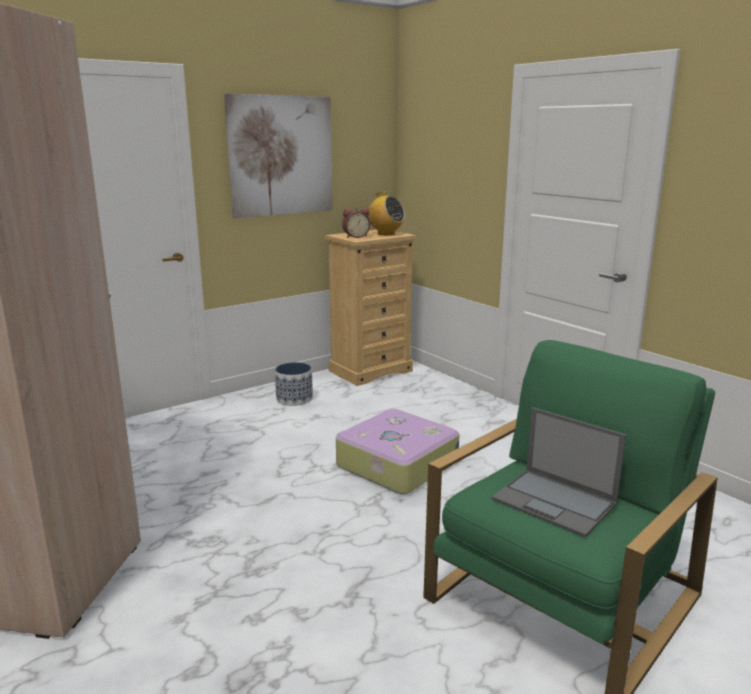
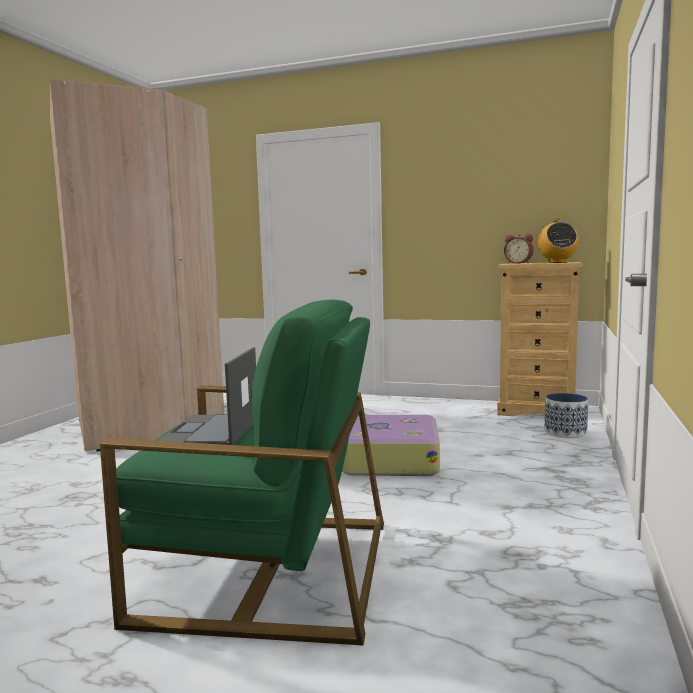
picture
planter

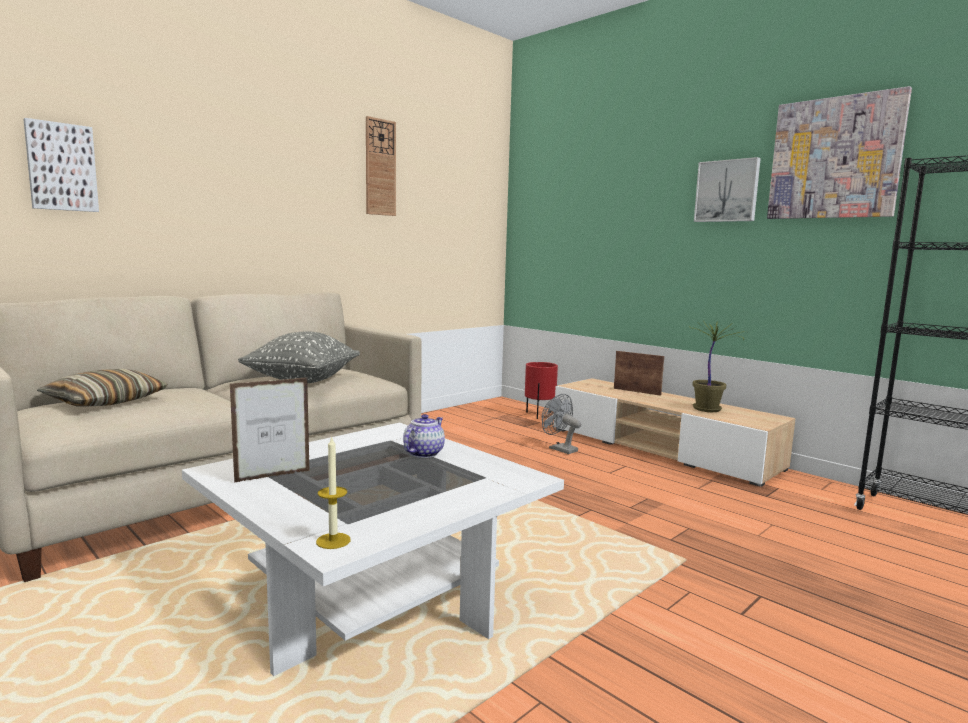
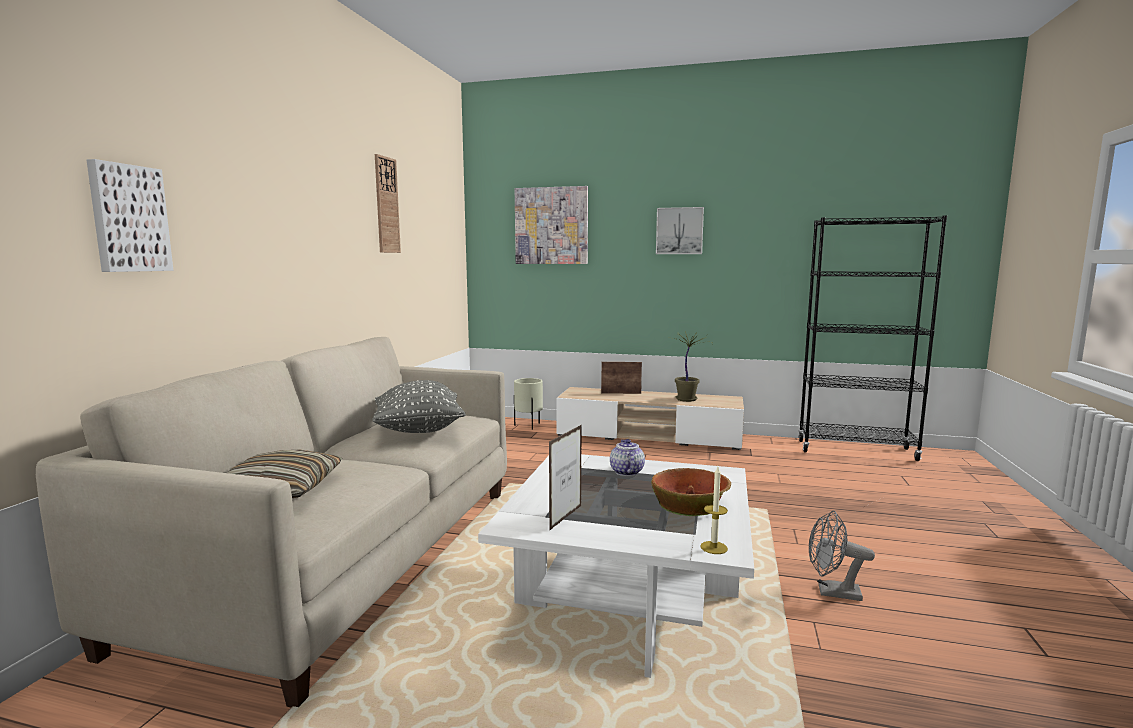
beige planter
grey fan
picture (no. 2 from left)
bowl

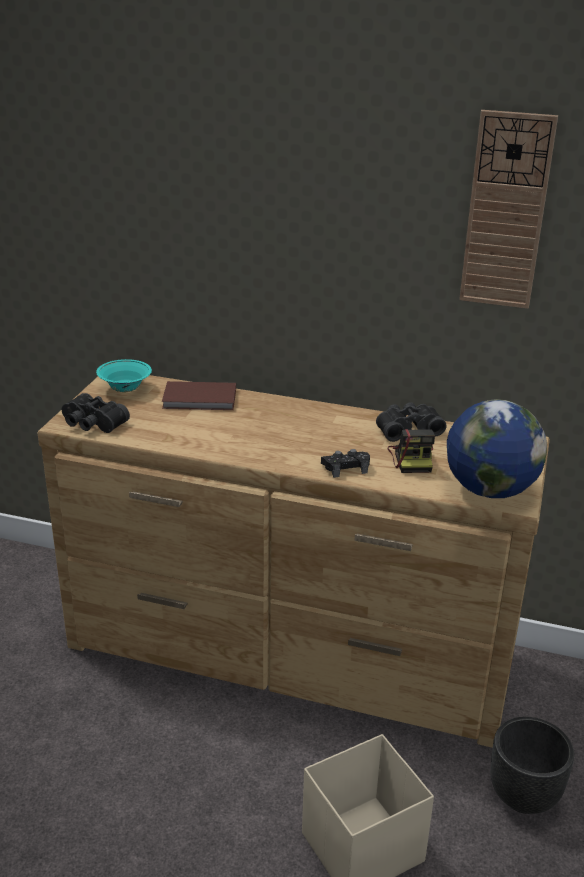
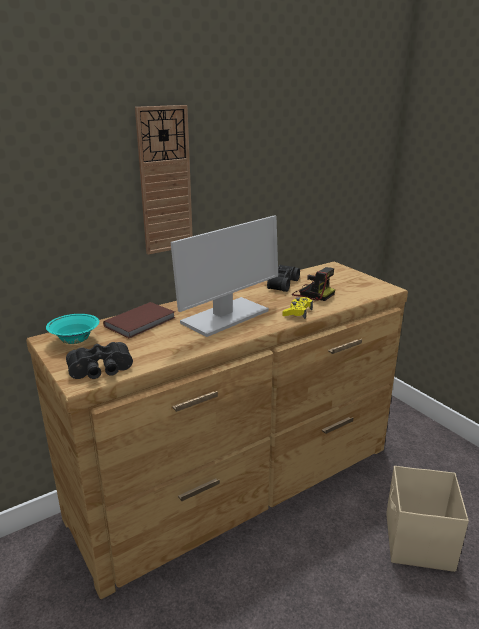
yellow game controller
globe
wall clock
black planter
monitor

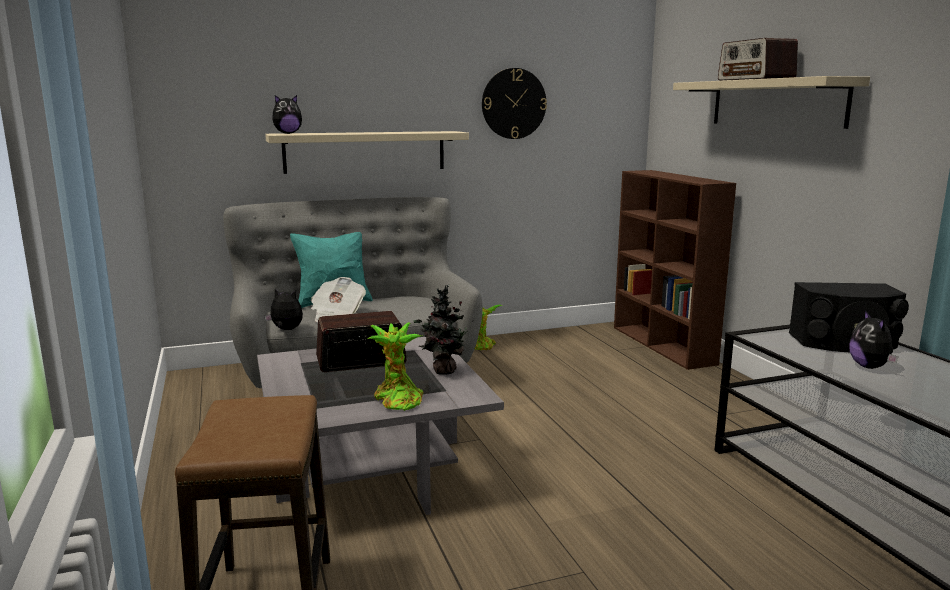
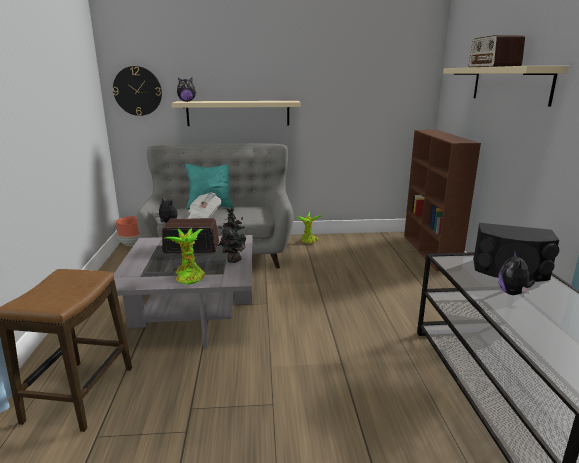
wall clock
brown planter

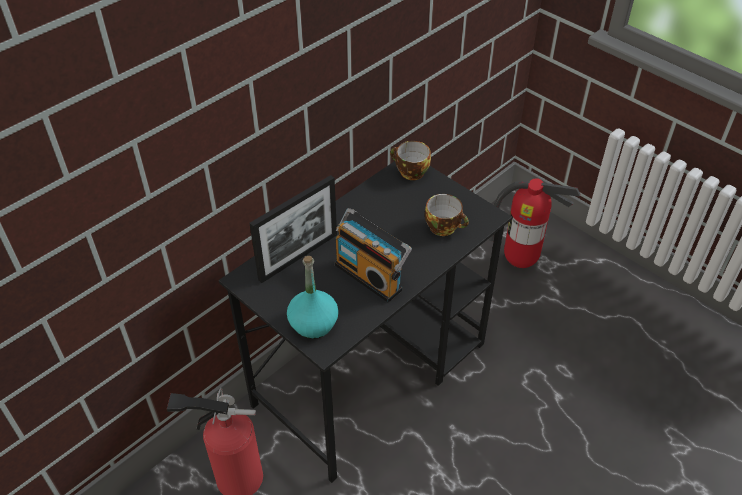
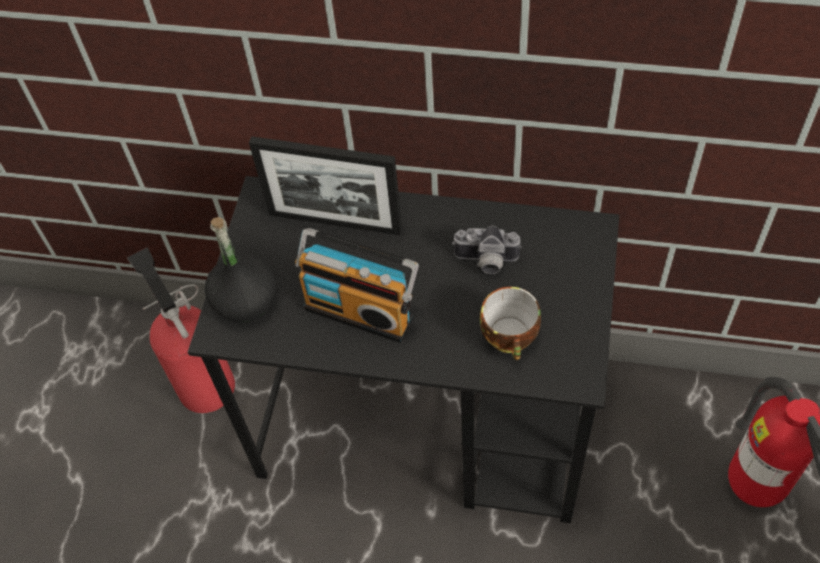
black bottle
radio
cup (no. 1 from left in the first image)
photo camera

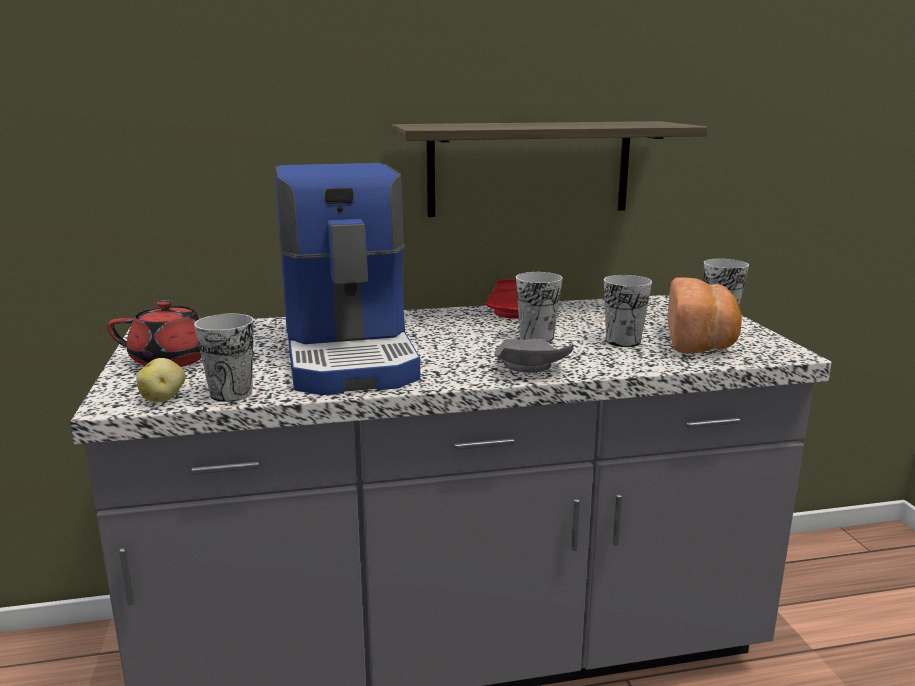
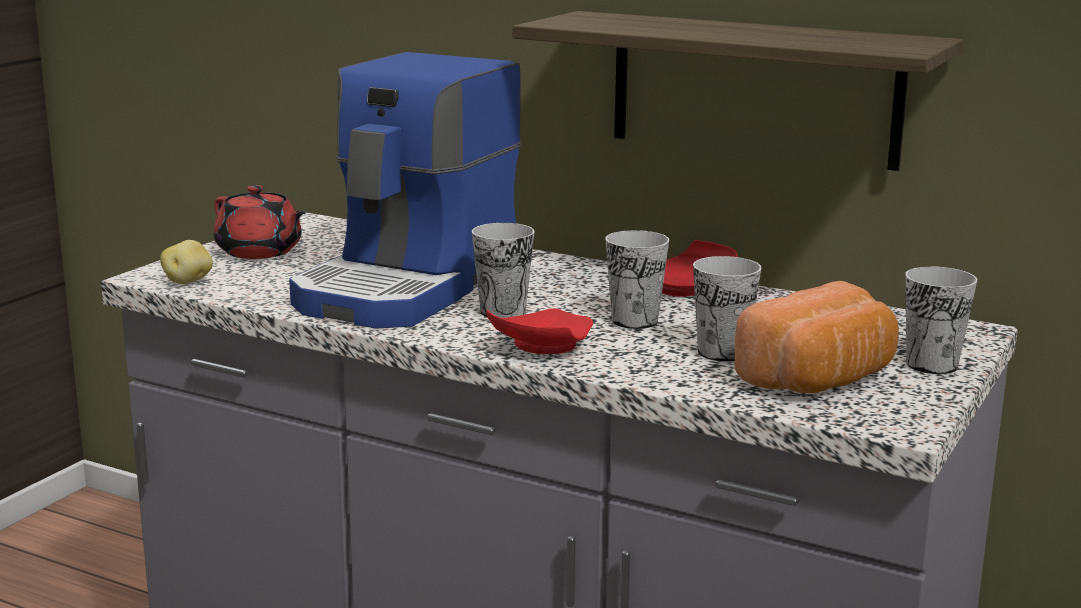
cup (no. 1 from left)
red plate (no. 1 from left)

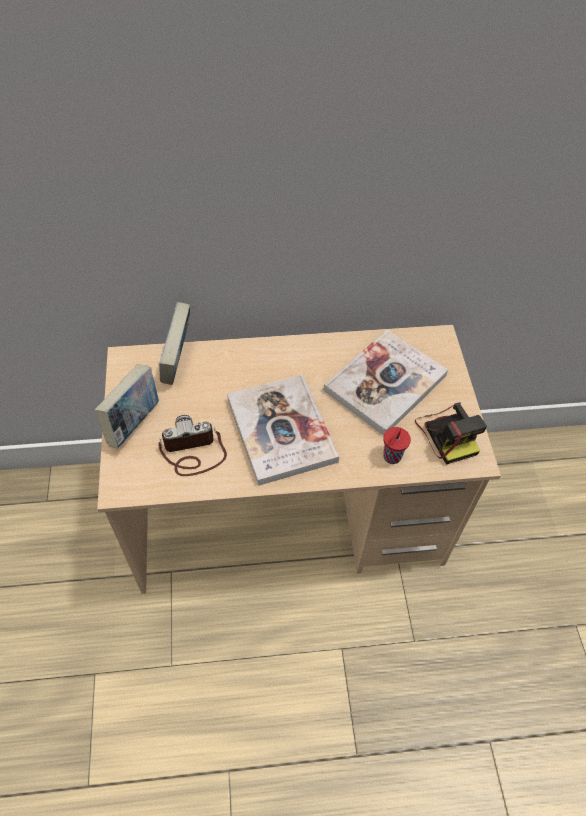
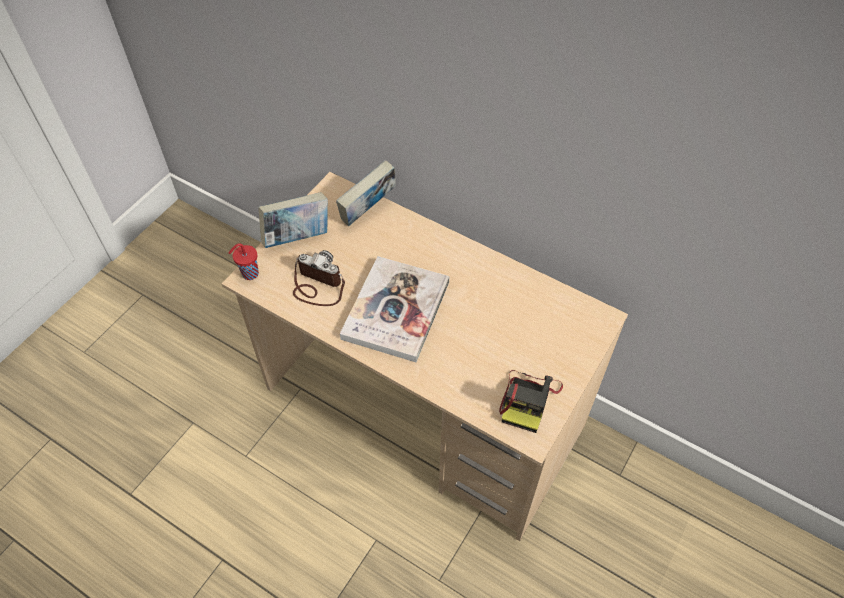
book (no. 4 from left in the first image)
red cup

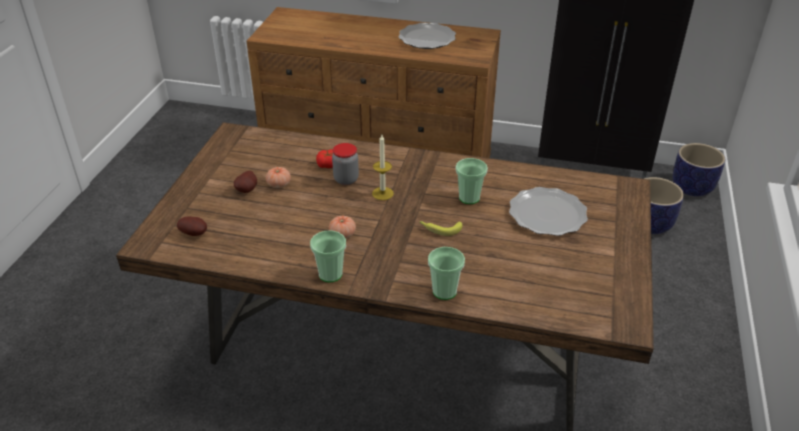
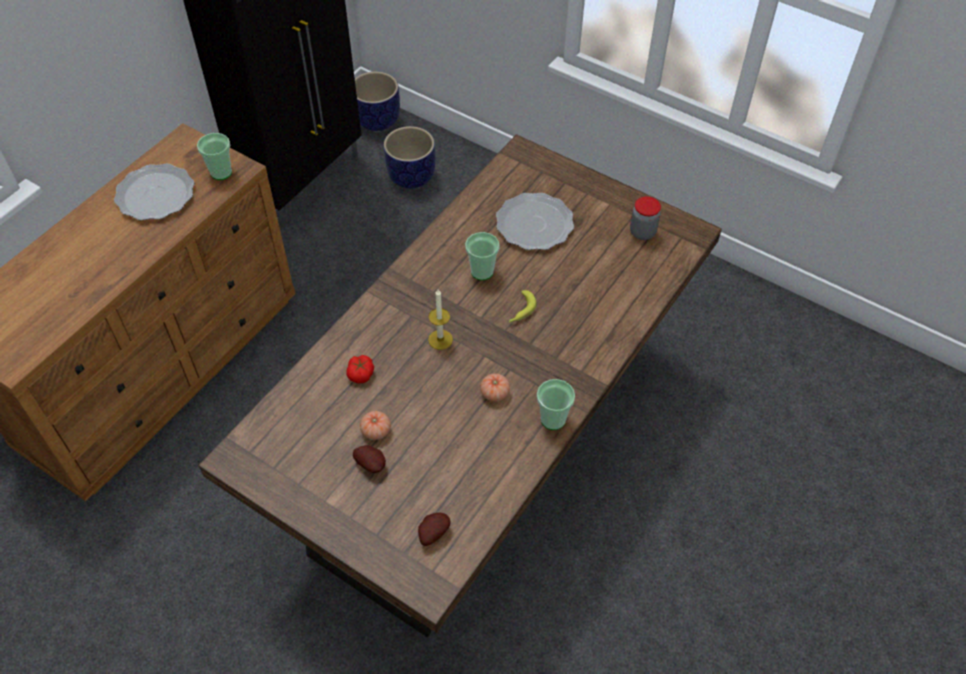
jar
cup (no. 1 from left)

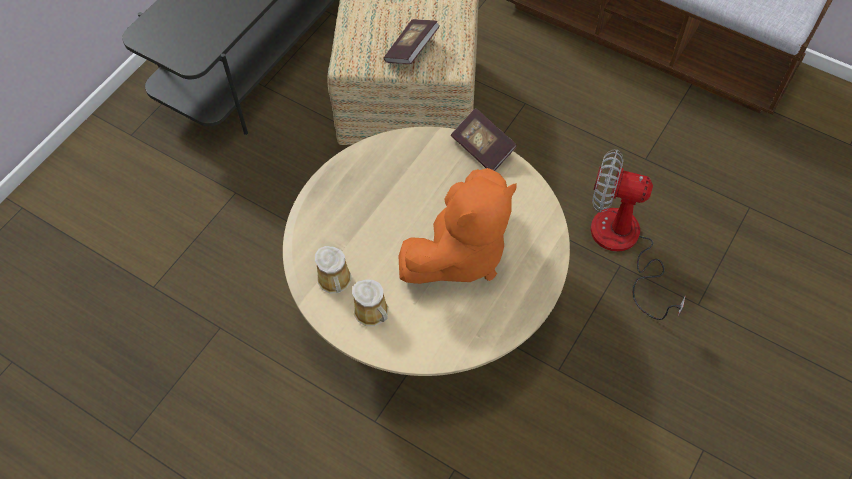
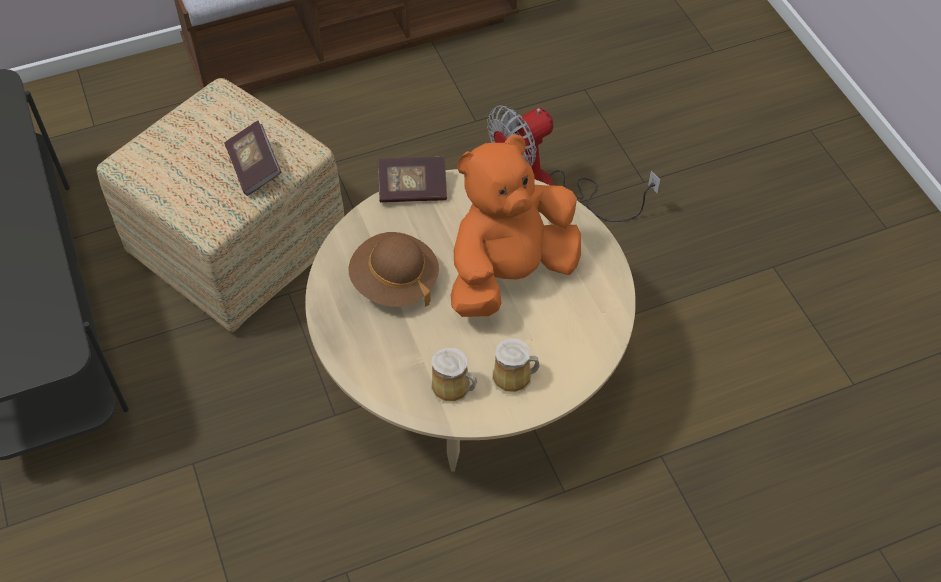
orange plush toy
brown hat

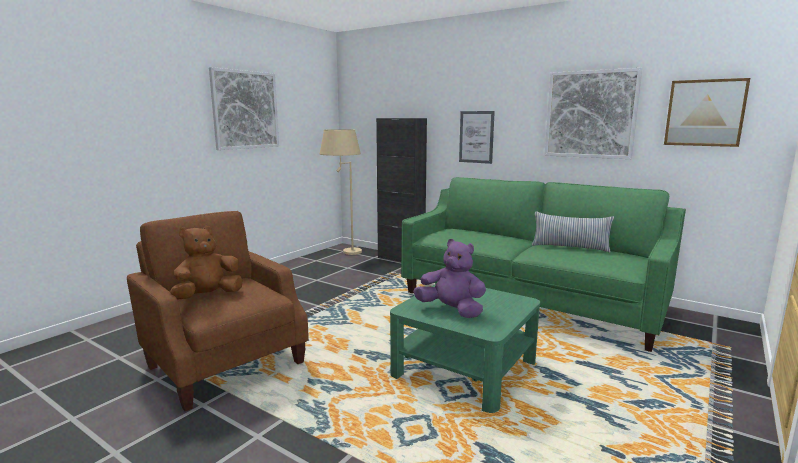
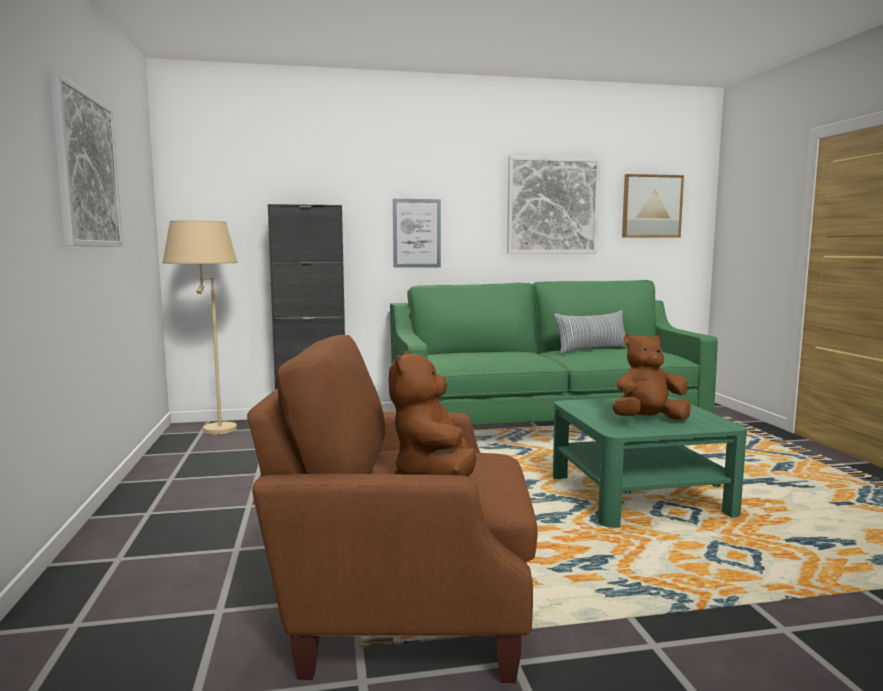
brown plush toy (no. 2 from left)

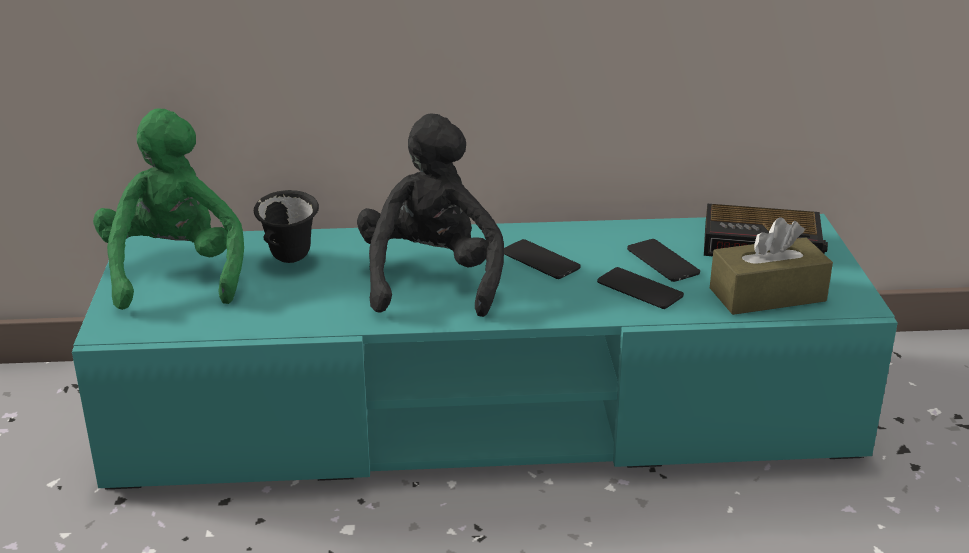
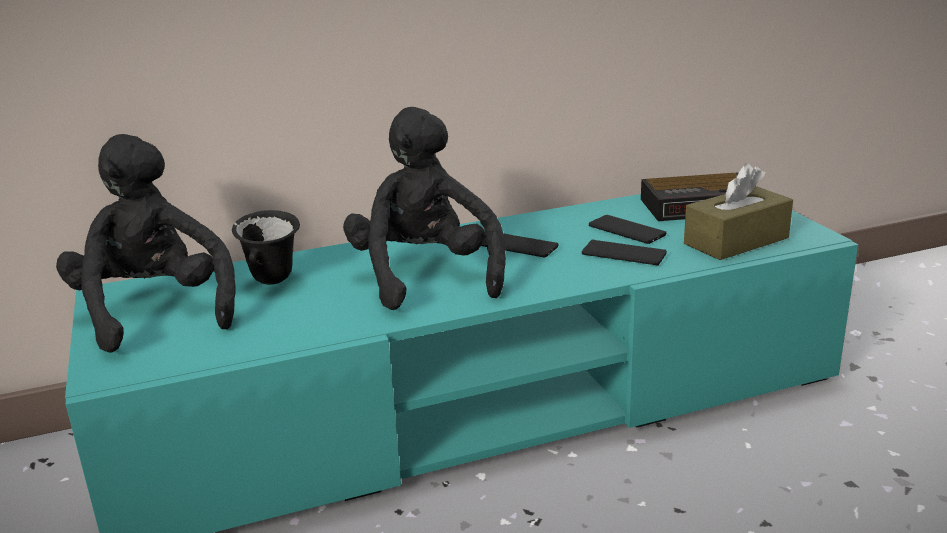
black plush toy (no. 1 from left)

